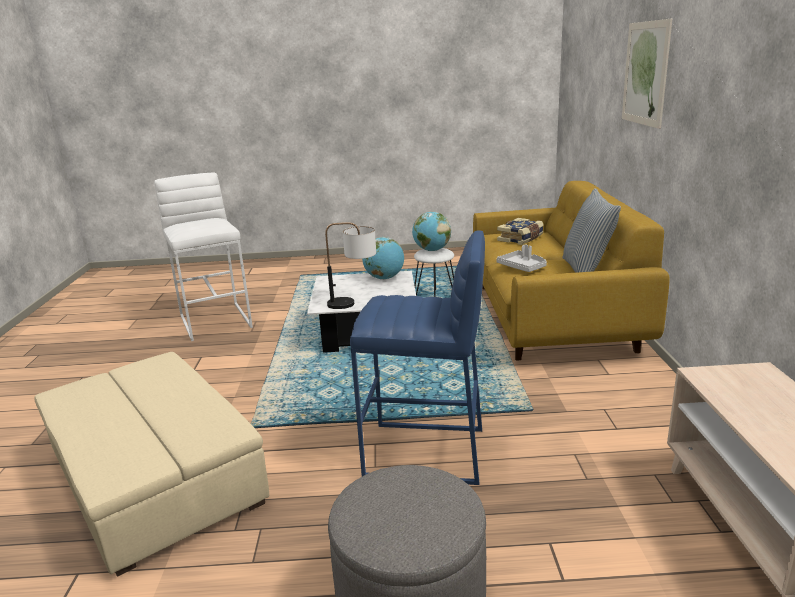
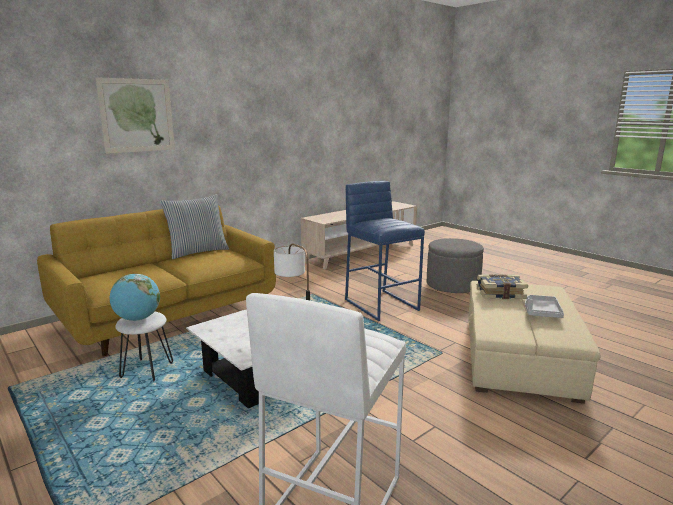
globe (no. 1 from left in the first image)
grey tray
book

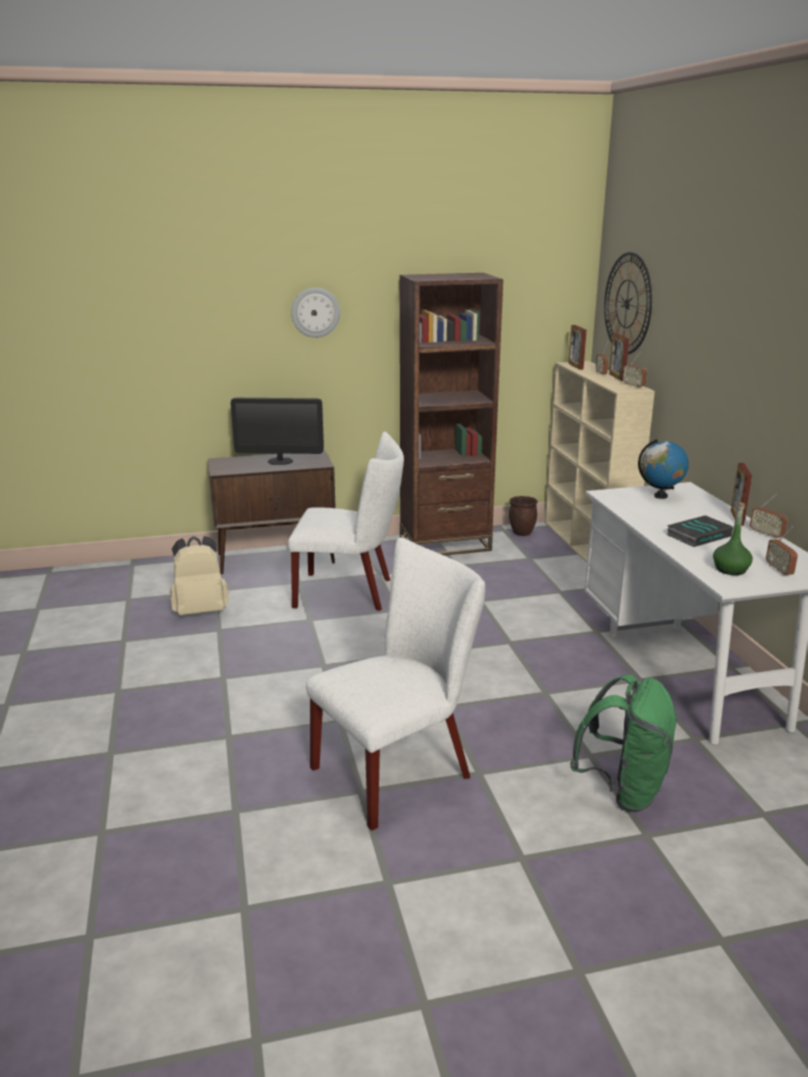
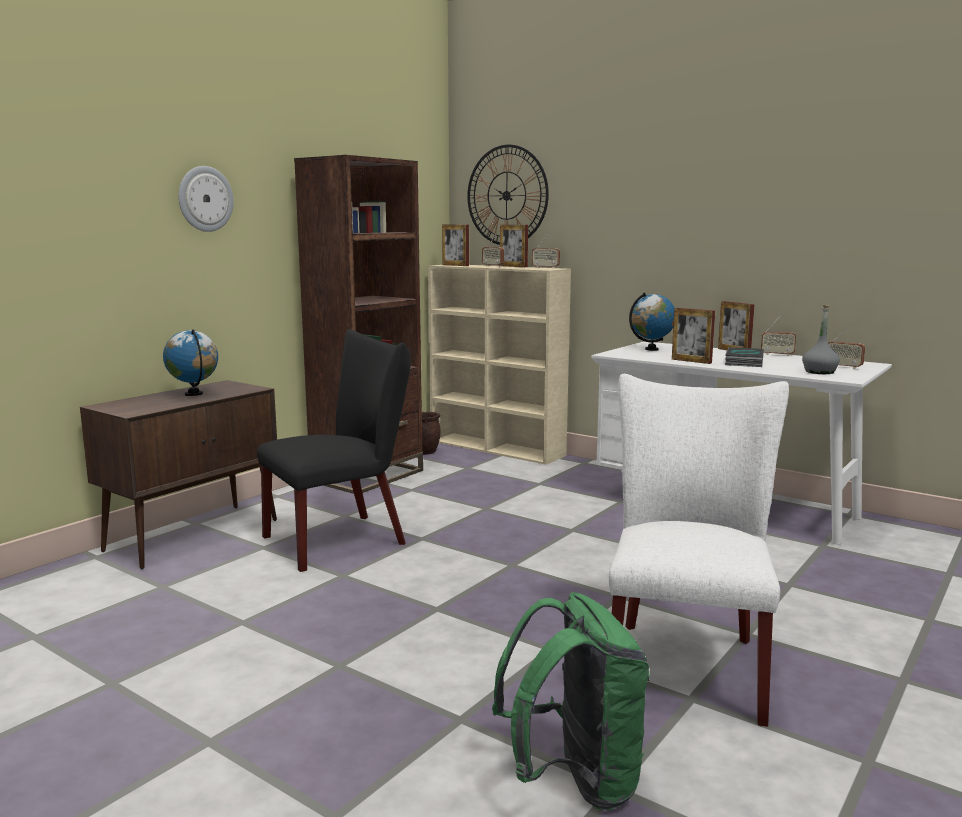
beige backpack
globe (no. 1 from left)
black chair
green backpack
grey bottle
picture frame (no. 3 from left)

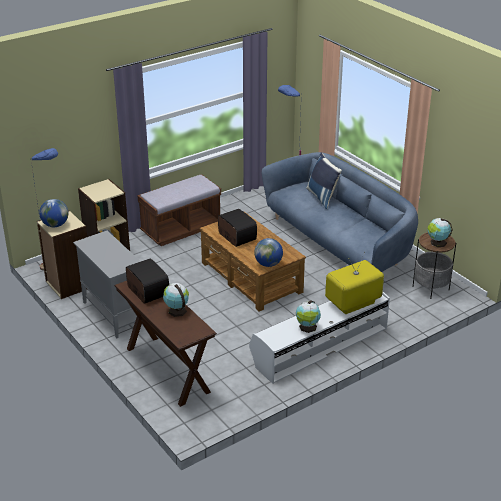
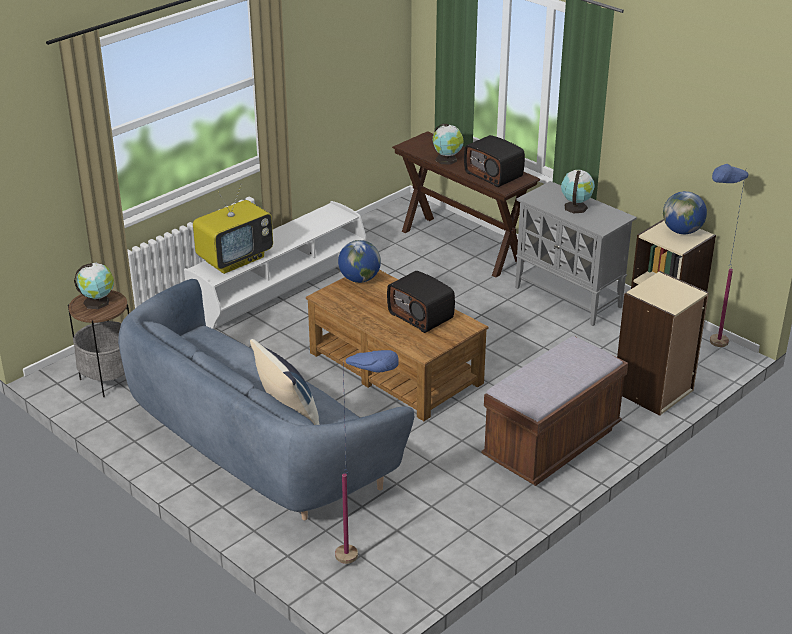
globe (no. 4 from left)

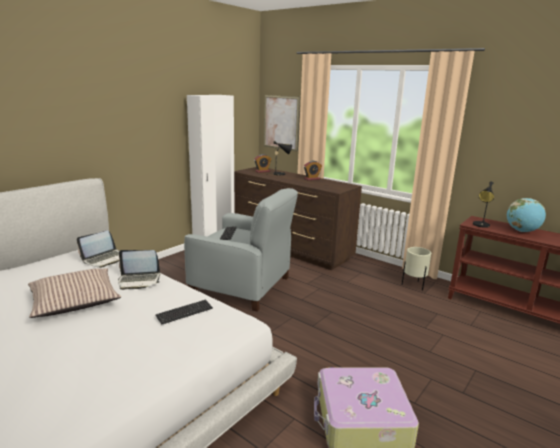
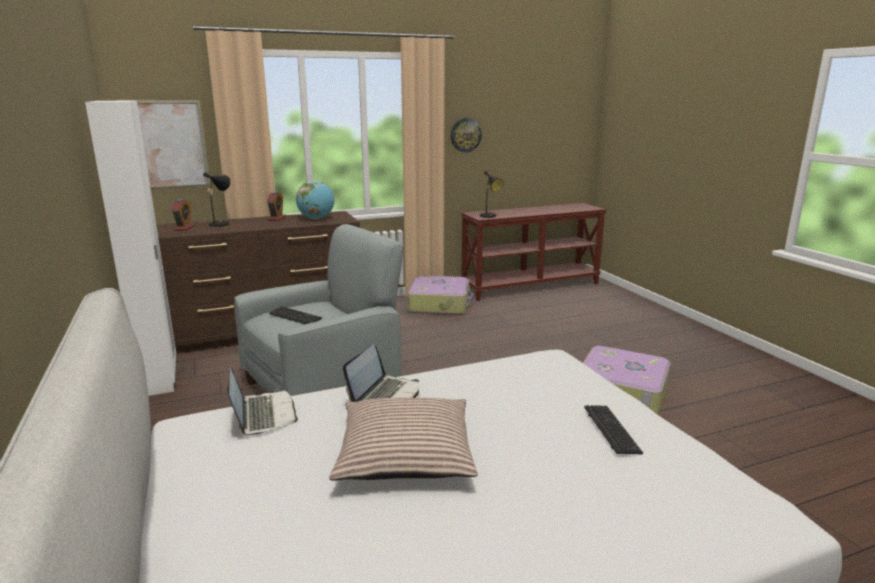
keyboard (no. 2 from left)
suitcase (no. 1 from left)
globe
wall clock

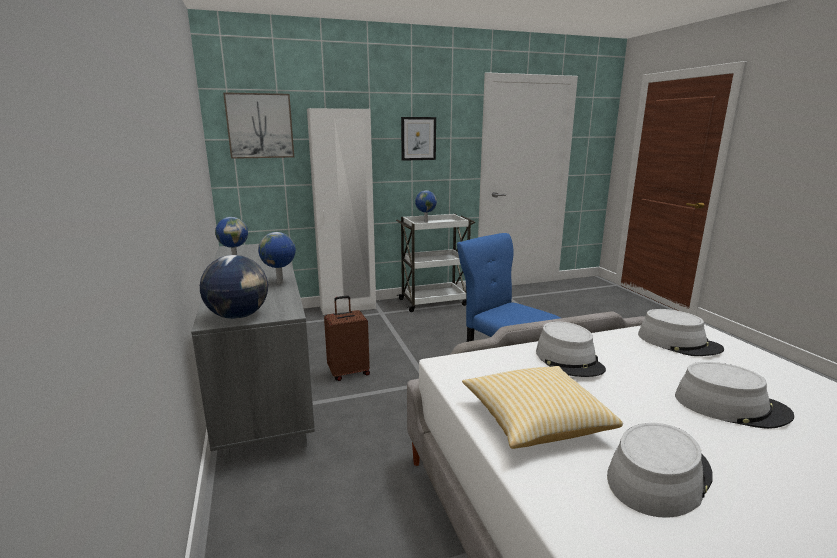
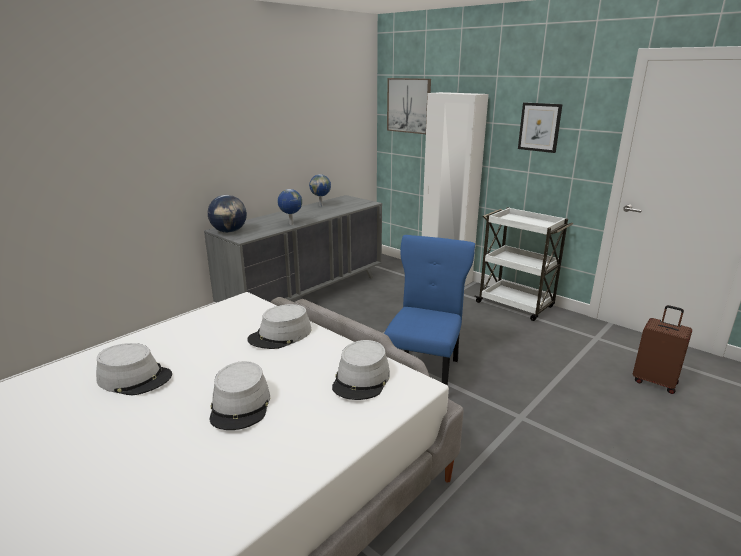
brown suitcase
globe (no. 4 from left in the first image)
pillow

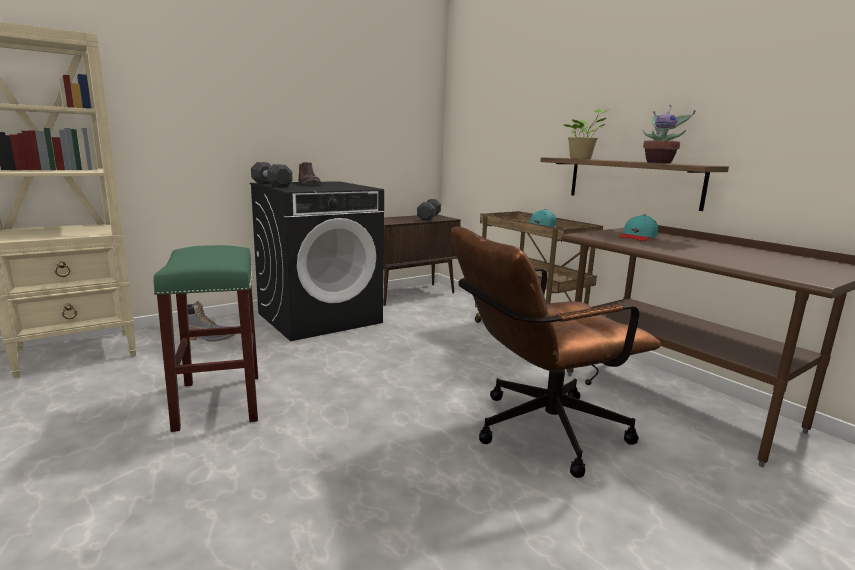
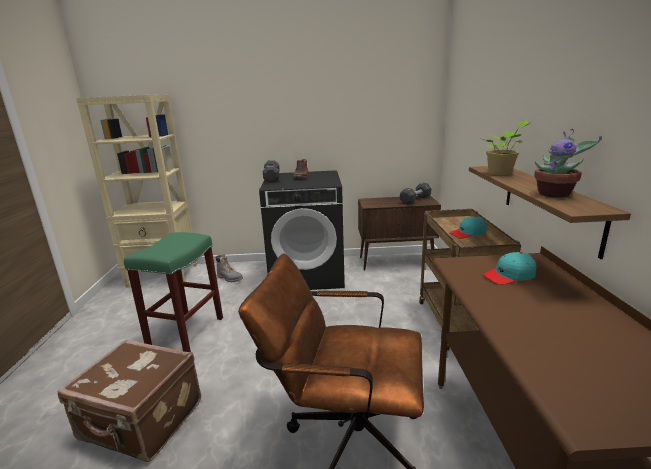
brown suitcase

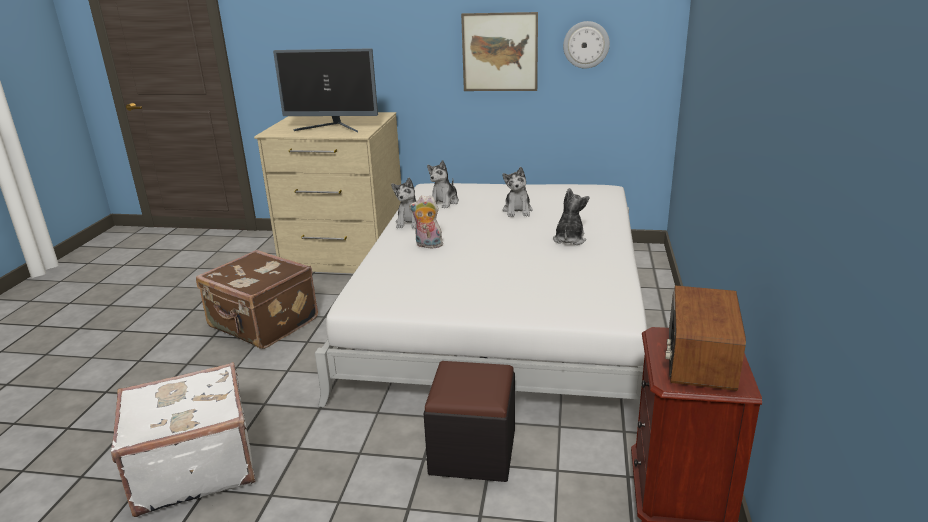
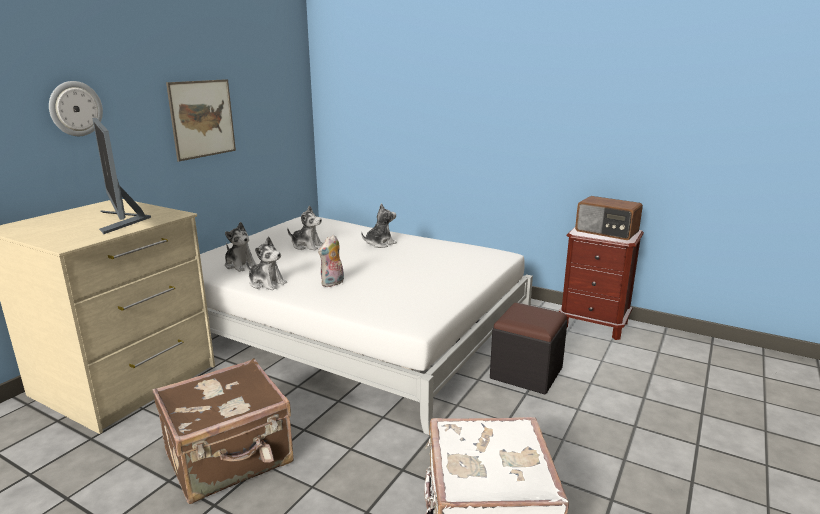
monitor
plush toy (no. 5 from left)
wall clock

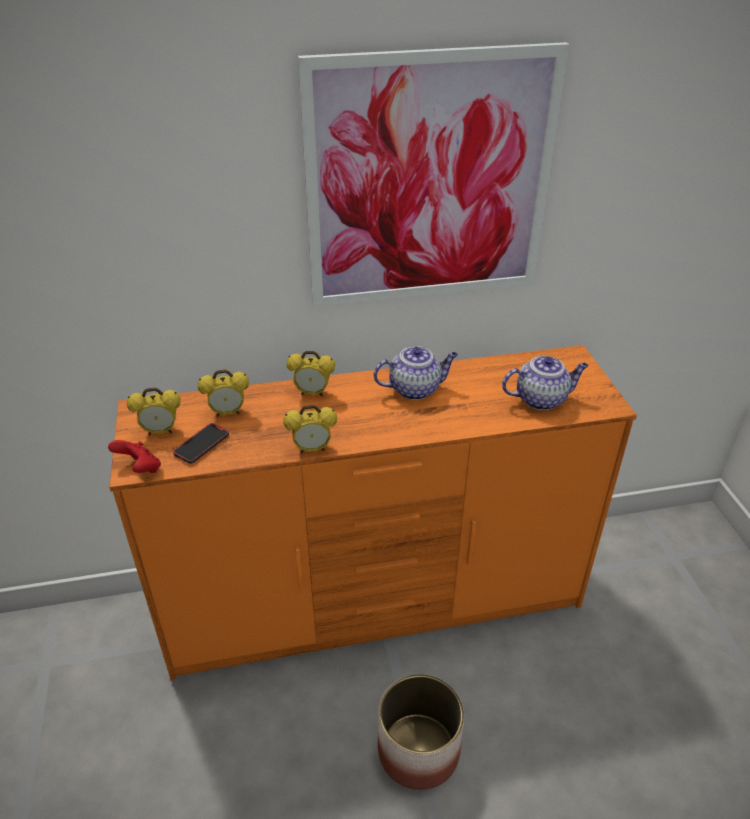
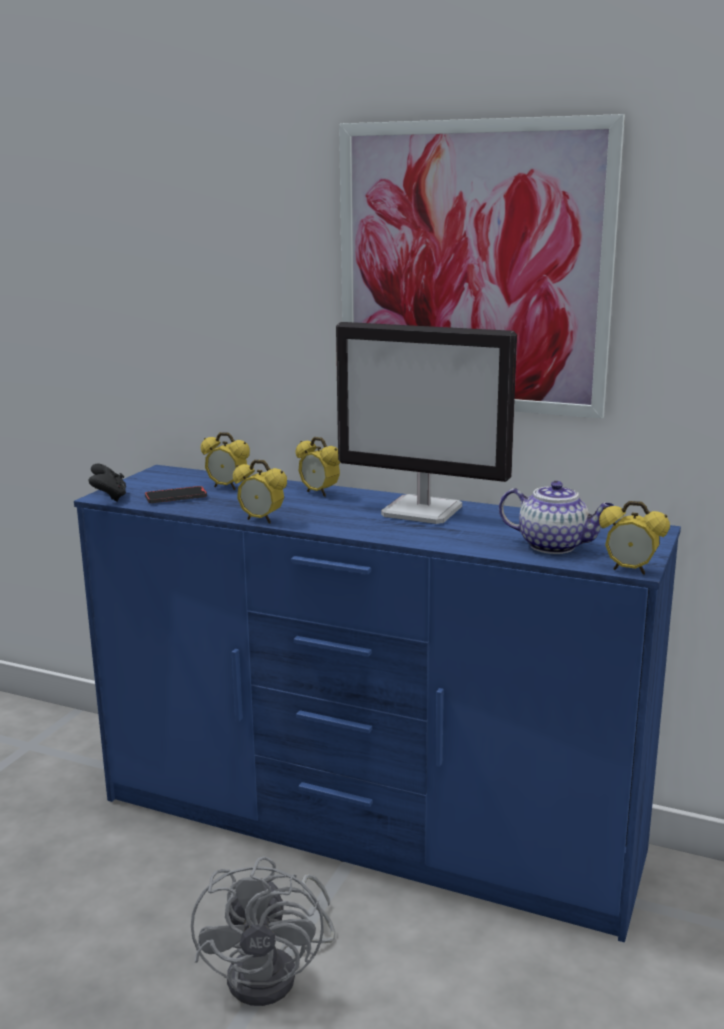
black game controller
blue dresser
alarm clock (no. 4 from left)
monitor
grey fan

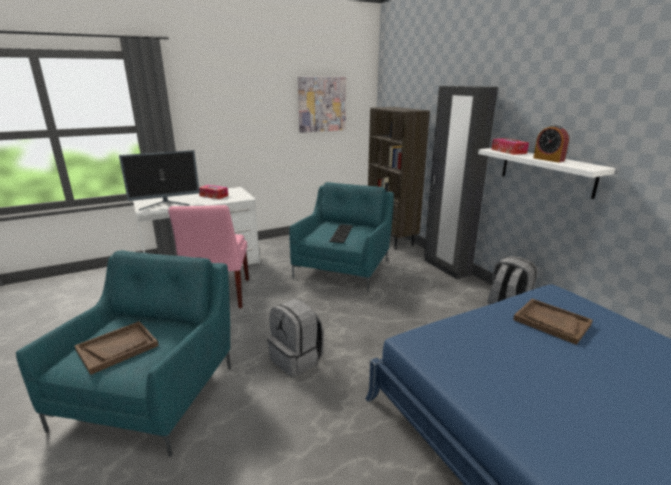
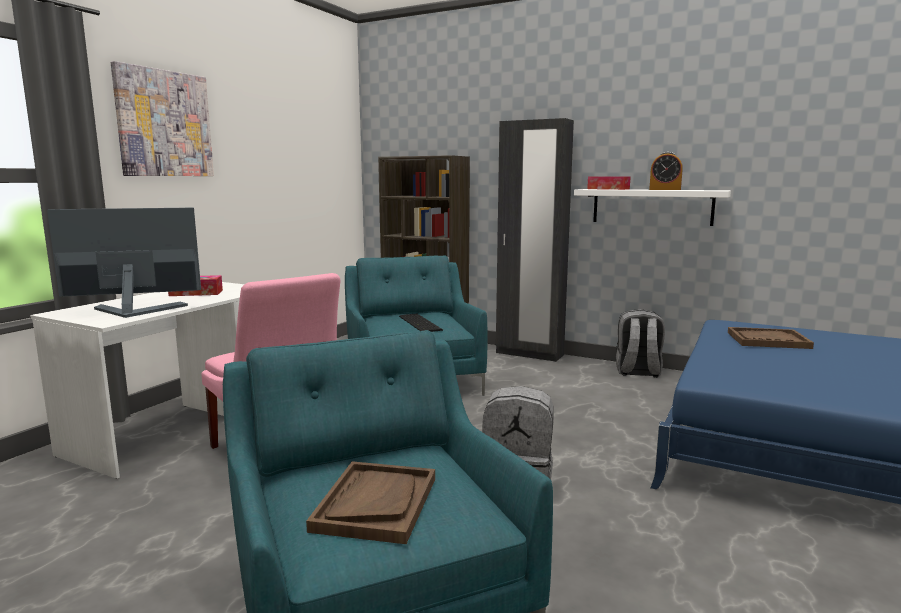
monitor
picture

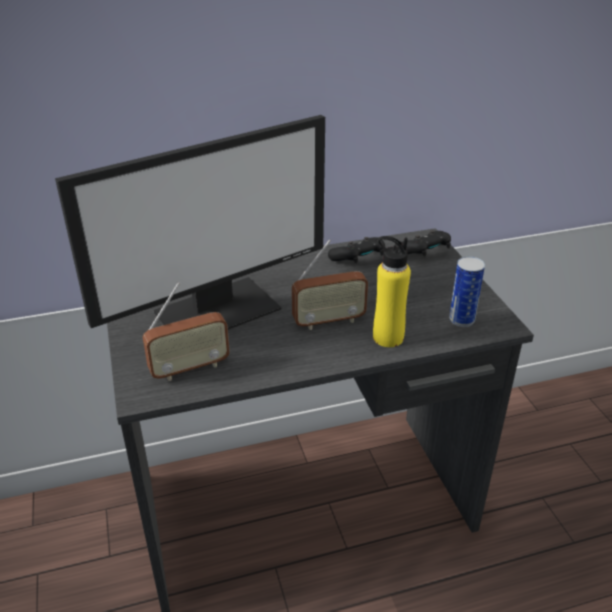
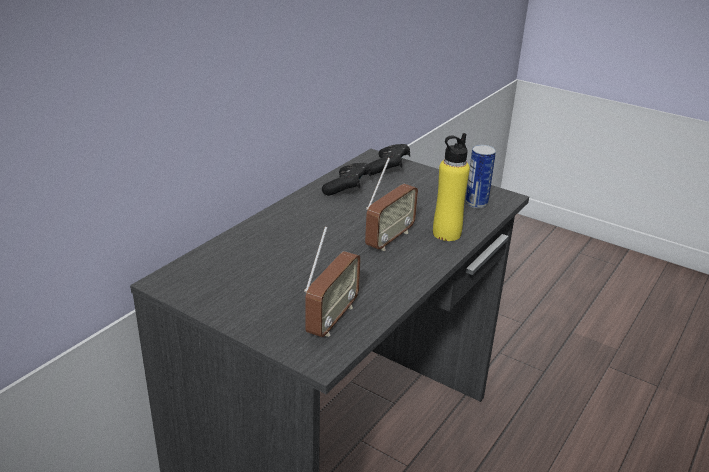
monitor

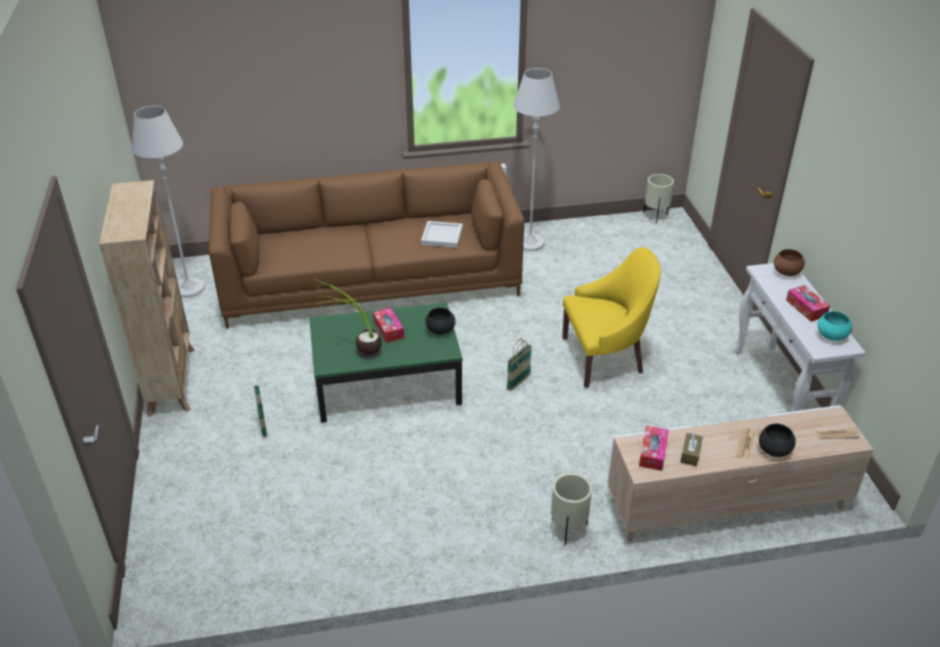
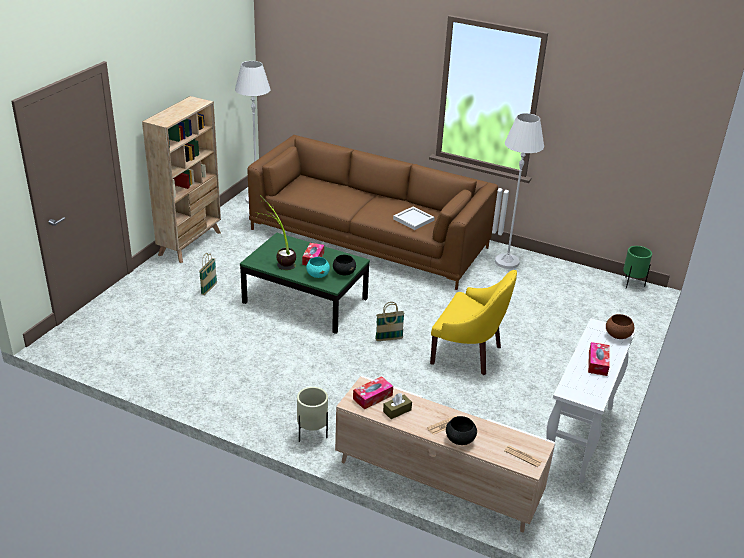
green planter
turquoise bowl

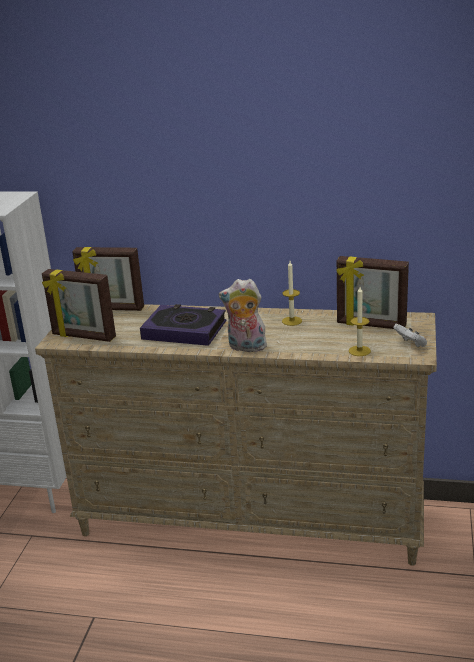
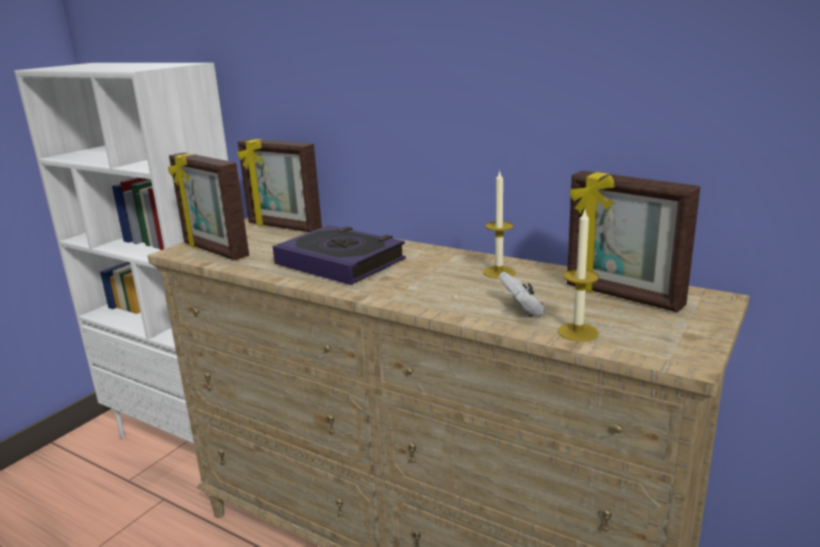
plush toy
white game controller

